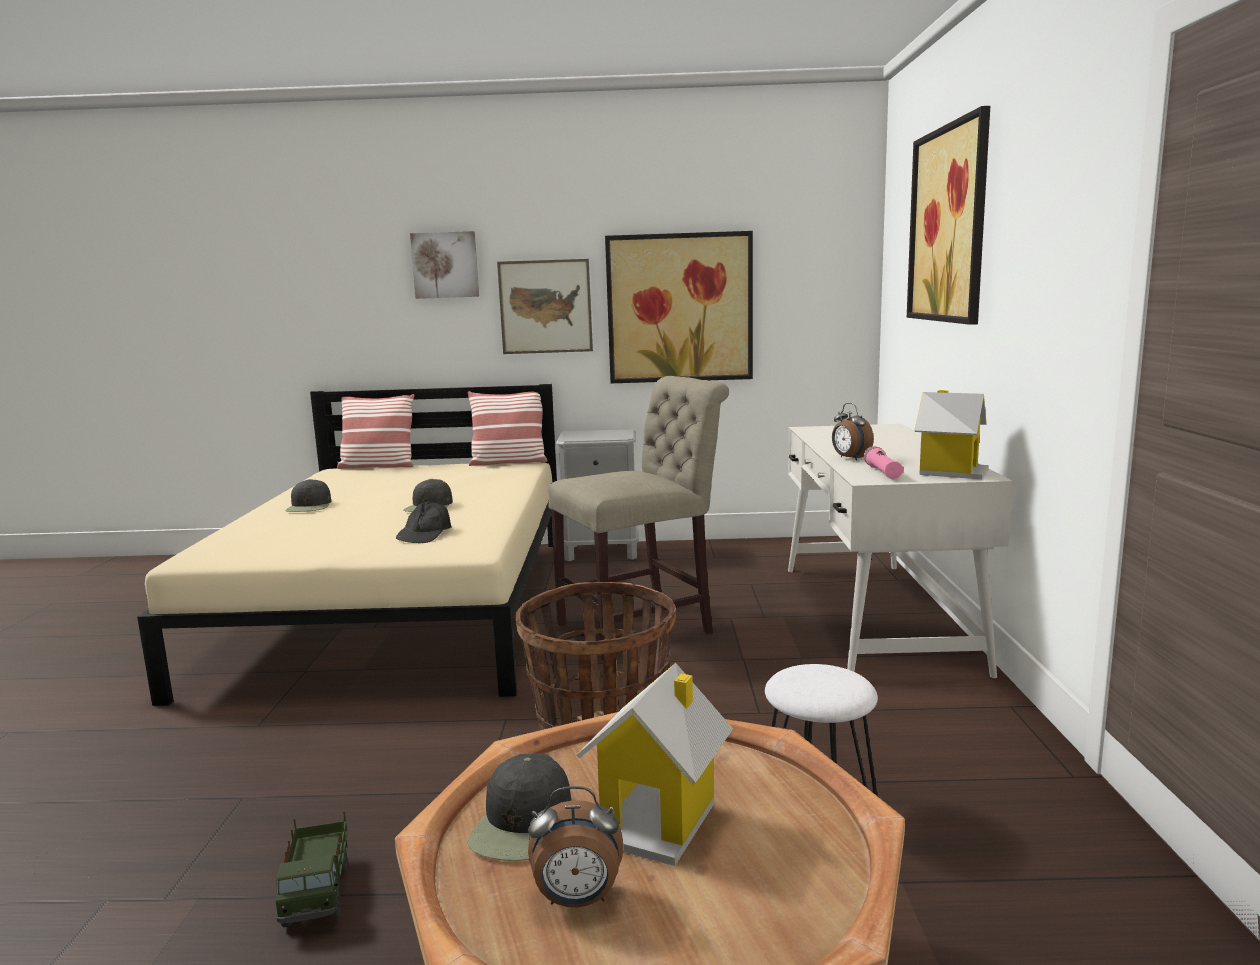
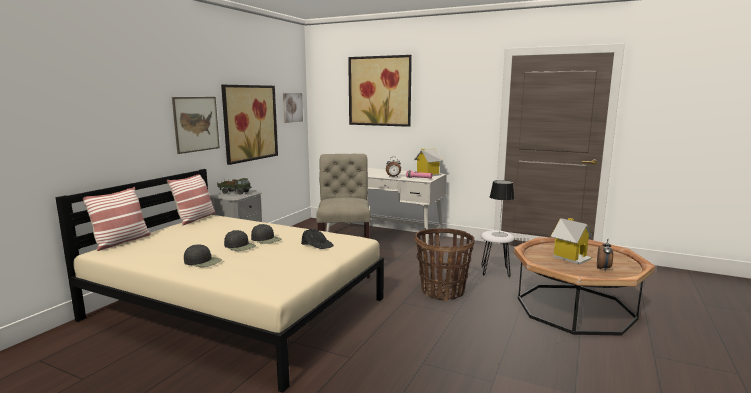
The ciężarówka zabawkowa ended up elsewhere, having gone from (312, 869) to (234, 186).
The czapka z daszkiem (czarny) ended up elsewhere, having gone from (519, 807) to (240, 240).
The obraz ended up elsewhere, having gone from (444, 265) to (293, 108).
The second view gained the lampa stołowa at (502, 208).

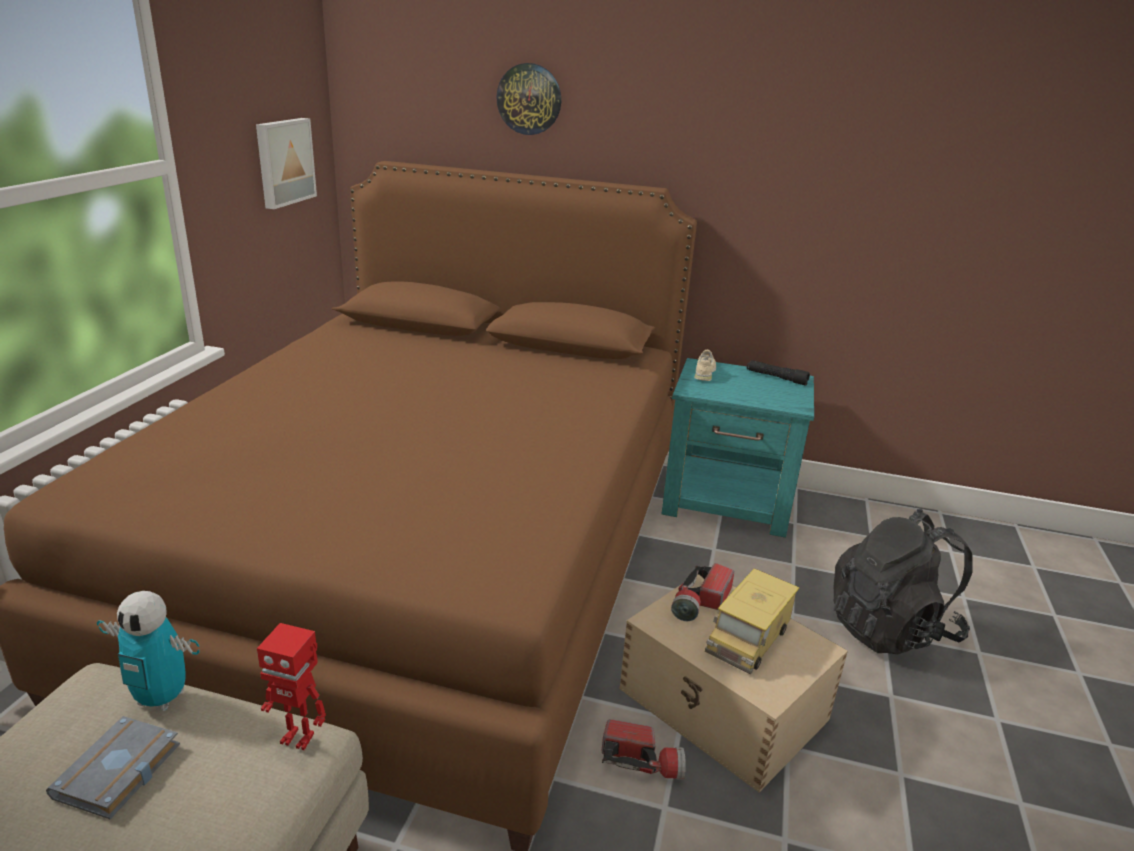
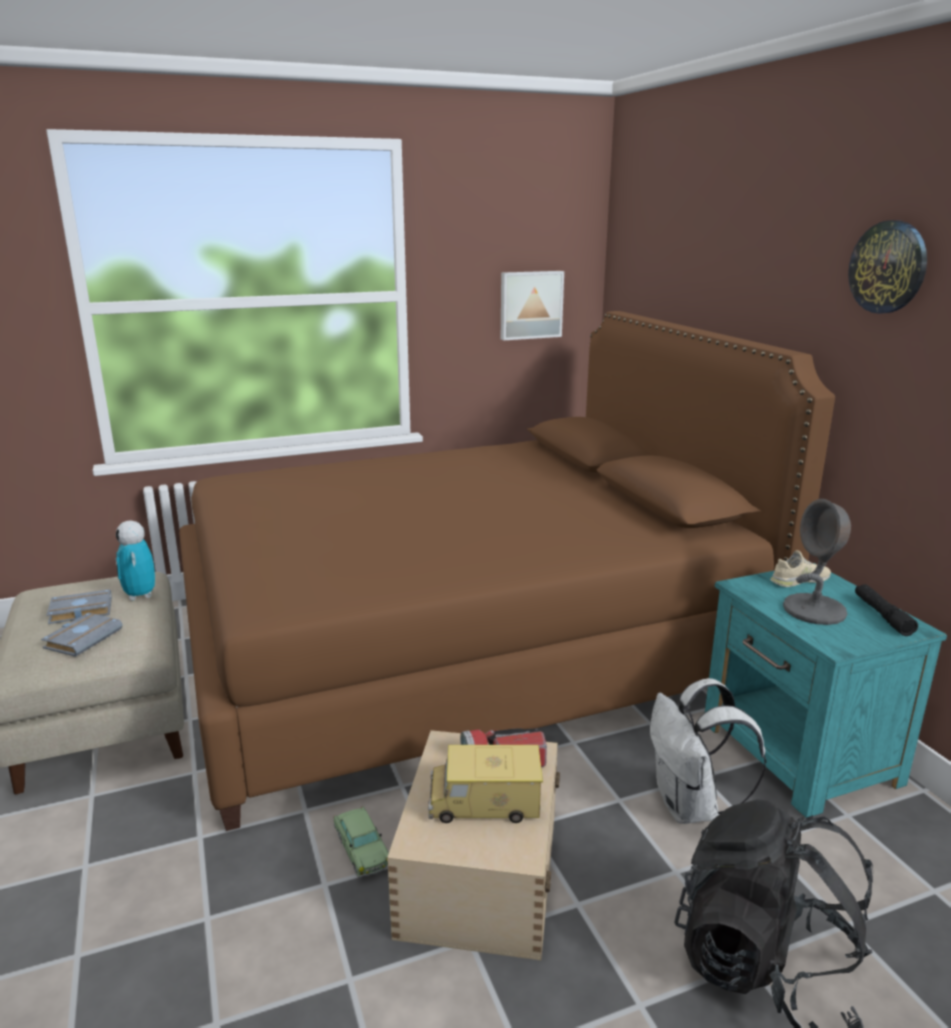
The second view gained the książka (szary) at (82, 634).
Where the latarka stood at (644, 749), the samochodzik came to stand at (361, 842).
The second view gained the plecak (biały) at (708, 751).
The second view gained the lampa stołowa (szary) at (817, 562).
The zegar ścienny ended up elsewhere, having gone from (528, 99) to (887, 267).
The second view lost the robot zabawkowy at (291, 686).

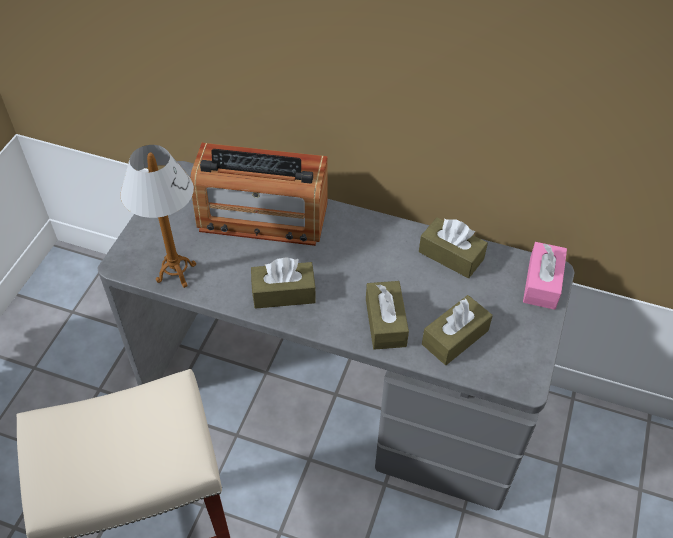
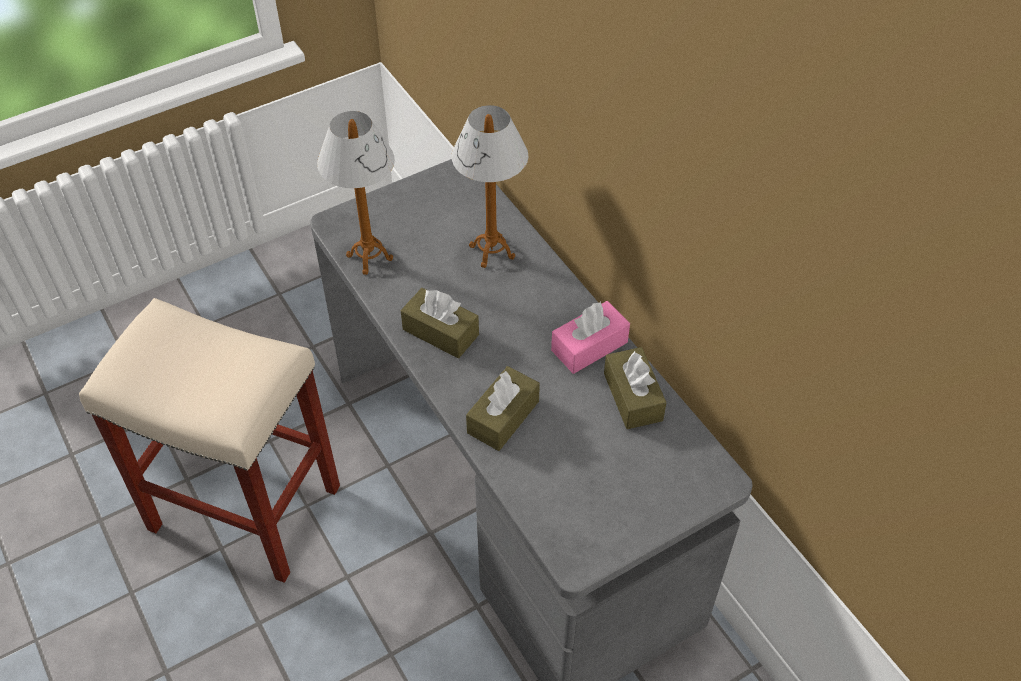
Where the radio stood at (259, 194), the lampa stołowa came to stand at (490, 186).
The pudełko chusteczek (różowy) ended up elsewhere, having gone from (545, 276) to (590, 337).
The second view lost the pudełko chusteczek (brązowy) at (457, 330).

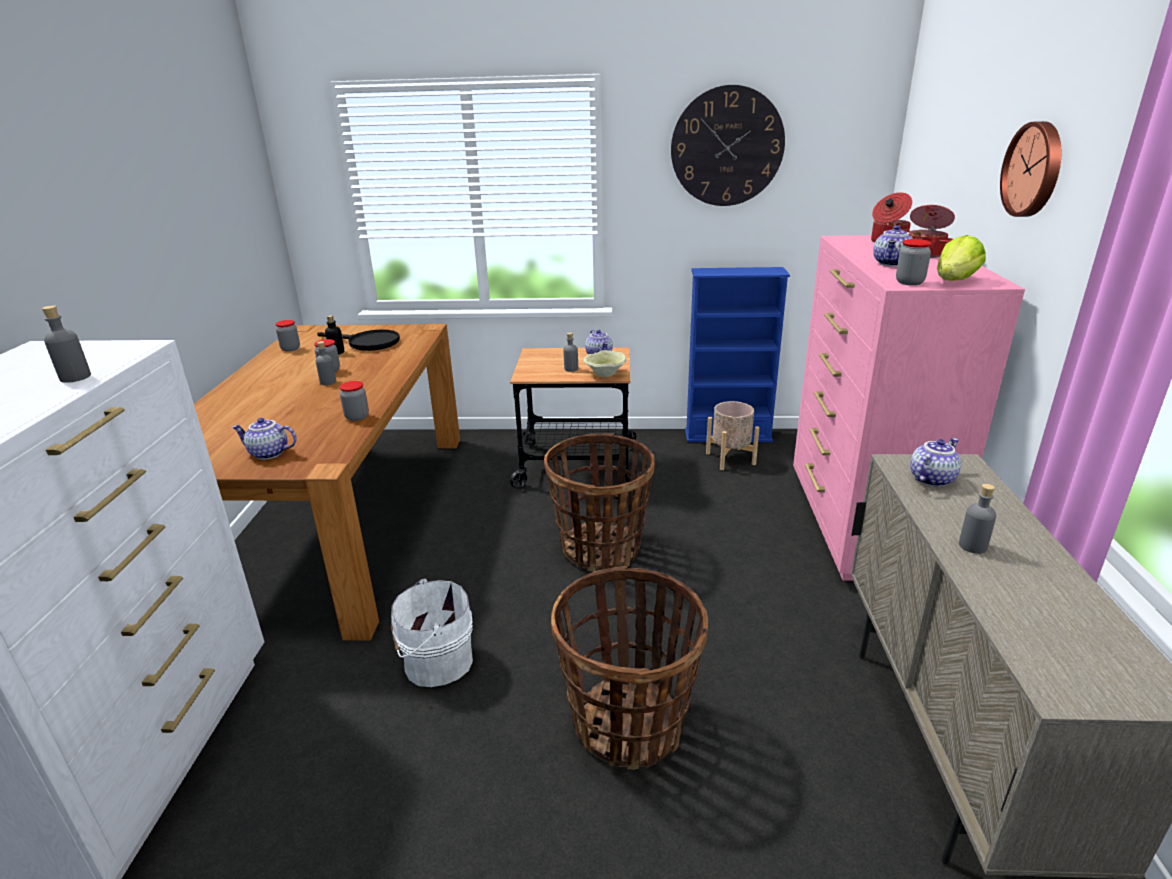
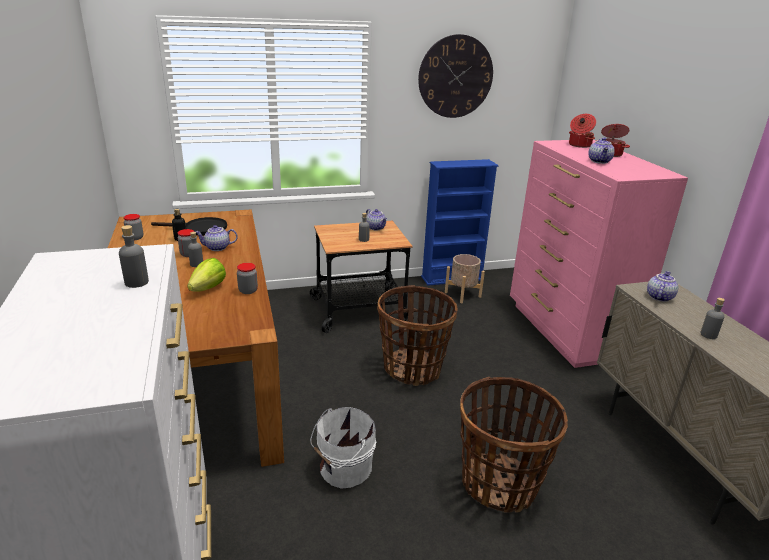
The sałata ended up elsewhere, having gone from (961, 258) to (206, 275).
The imbryk ended up elsewhere, having gone from (264, 439) to (217, 238).
The second view lost the miska (beżowy) at (604, 363).
The second view lost the słoik at (914, 262).
The second view lost the zegar ścienny at (1030, 169).

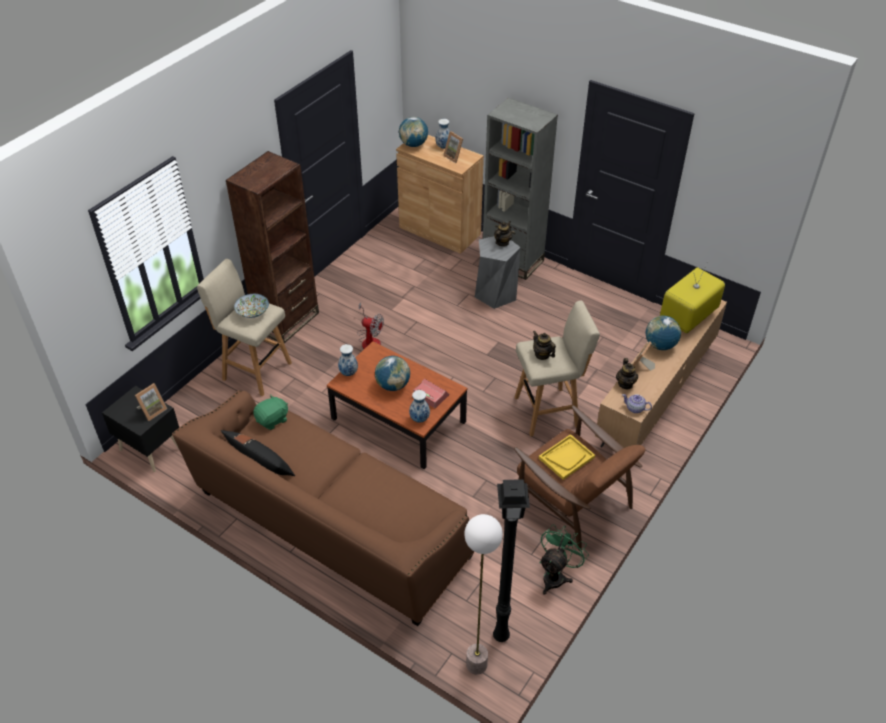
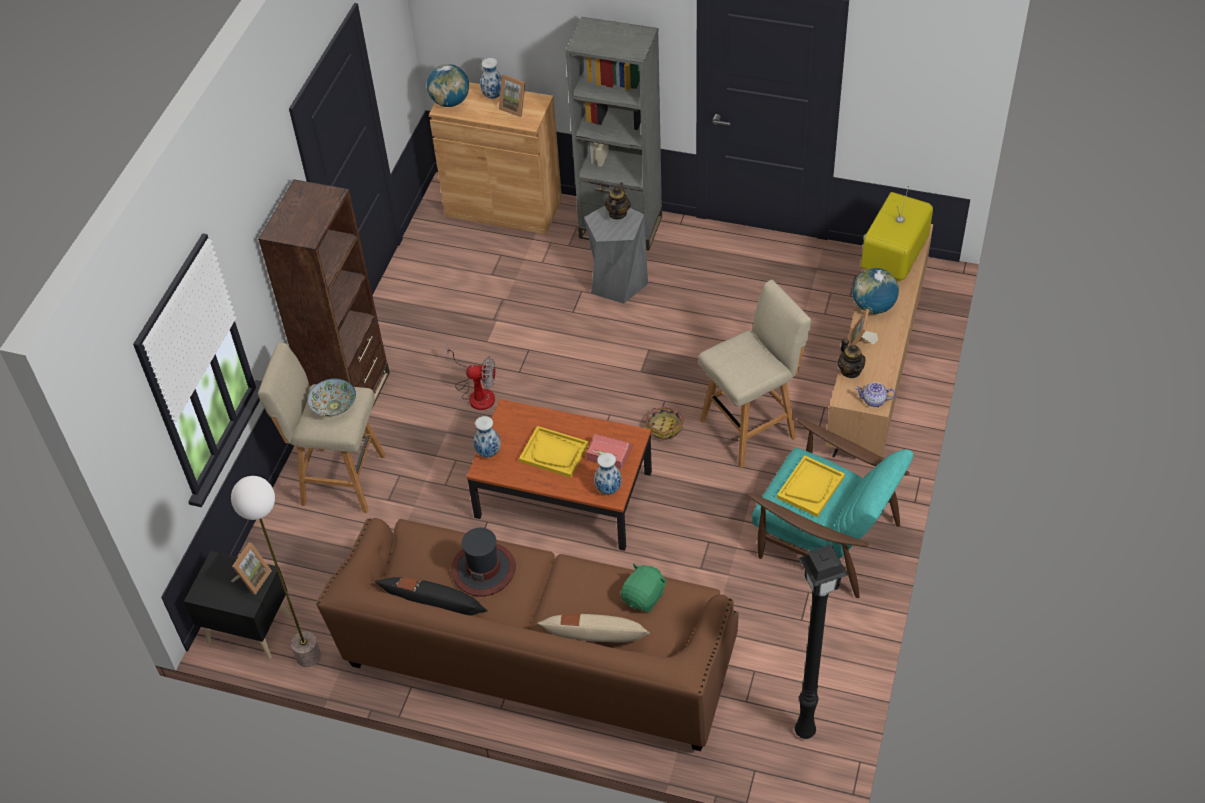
The lampa stojąca ended up elsewhere, having gone from (483, 594) to (276, 571).
The second view gained the kapelusz at (483, 562).
Where the globus stood at (392, 373), the taca (żółty) came to stand at (554, 452).
The second view gained the poduszka (beżowy) at (593, 628).
The pluszak (zielony) ended up elsewhere, having gone from (270, 412) to (644, 587).
The second view gained the koszyk at (665, 423).
What was the fotel (brązowy) at (580, 478) turned into the fotel (turkusowy) at (830, 508).
The second view lost the imbryk at (544, 345).
The second view lost the wentylator (zielony) at (564, 559).

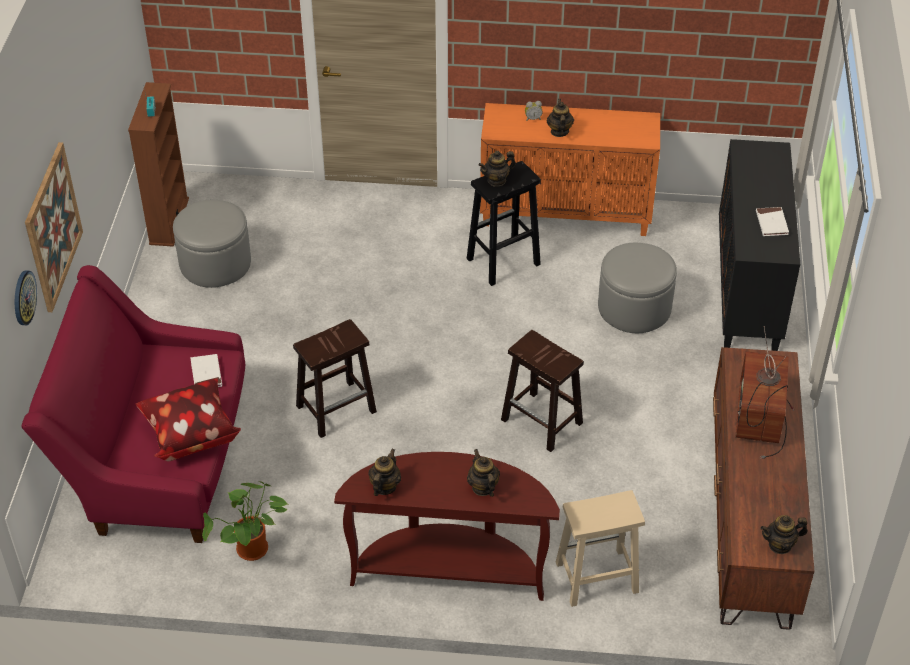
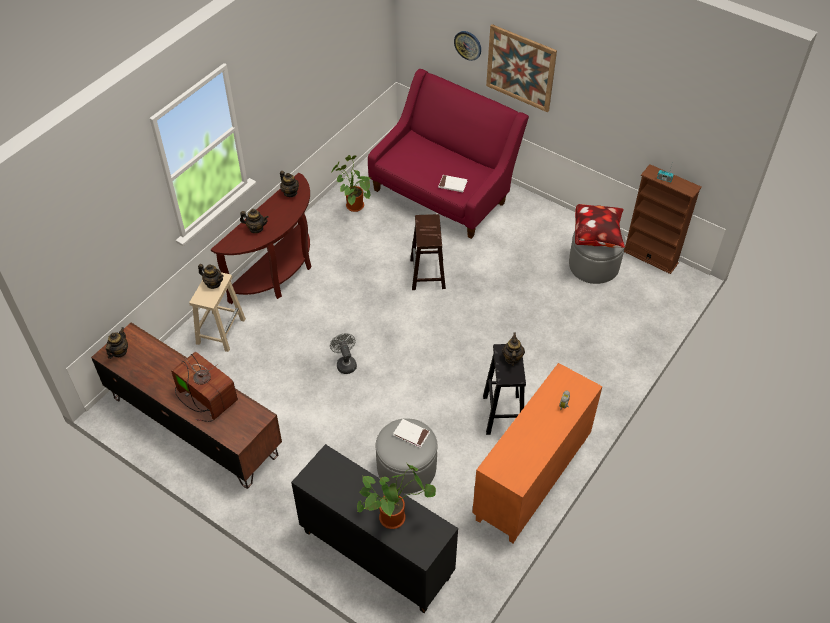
The imbryk ended up elsewhere, having gone from (560, 118) to (211, 276).
Where the stołek (brązowy) stood at (542, 391), the wentylator (szary) came to stand at (343, 353).
The second view gained the roślina doniczkowa at (396, 496).
The książka (biały) ended up elsewhere, having gone from (772, 221) to (411, 433).
The poduszka ended up elsewhere, having gone from (188, 420) to (600, 226).

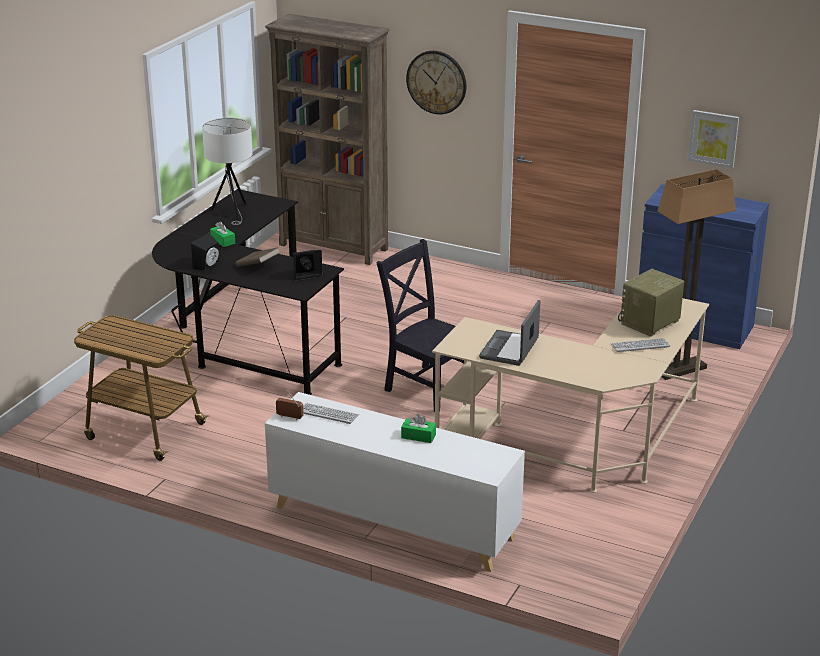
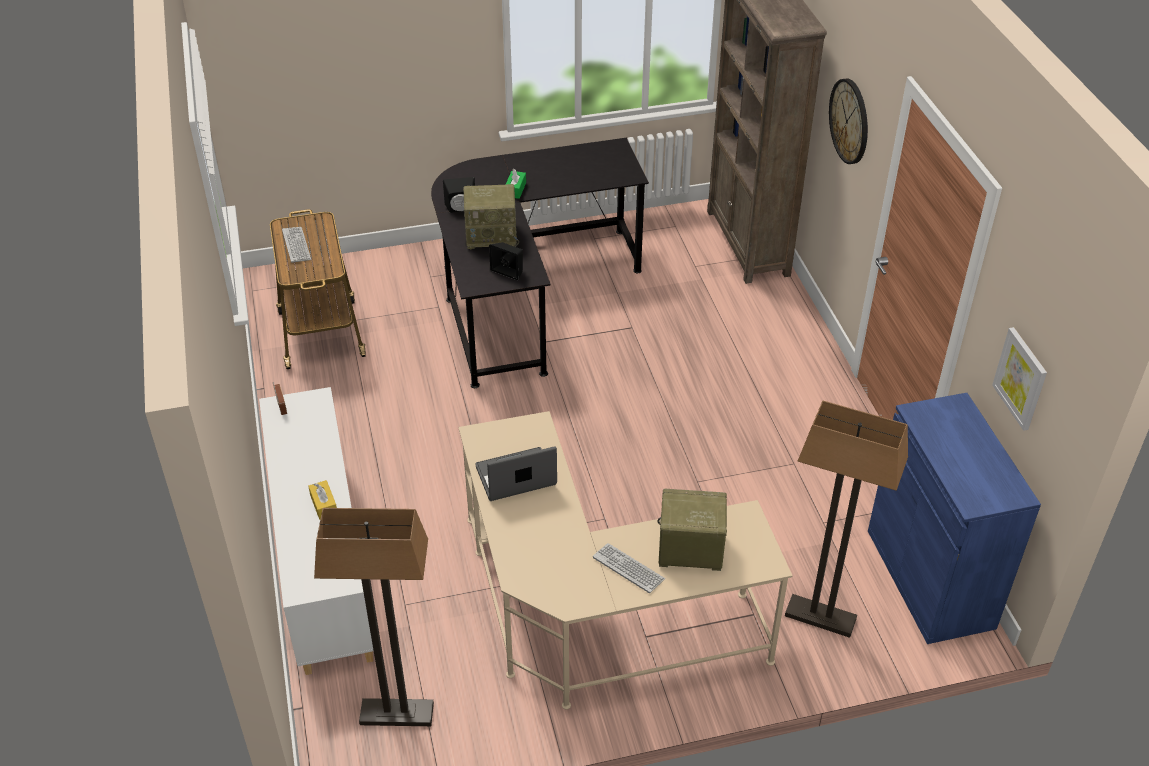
The klawiatura ended up elsewhere, having gone from (331, 413) to (296, 245).
What was the pudełko chusteczek (zielony) at (418, 428) turned into the pudełko chusteczek (żółty) at (322, 500).
The second view gained the lampa stojąca at (374, 617).
Where the książka (brązowy) stood at (258, 257), the radio came to stand at (491, 216).
The second view lost the lampa stołowa (biały) at (227, 171).
The second view lost the krzesło (czarny) at (420, 325).

